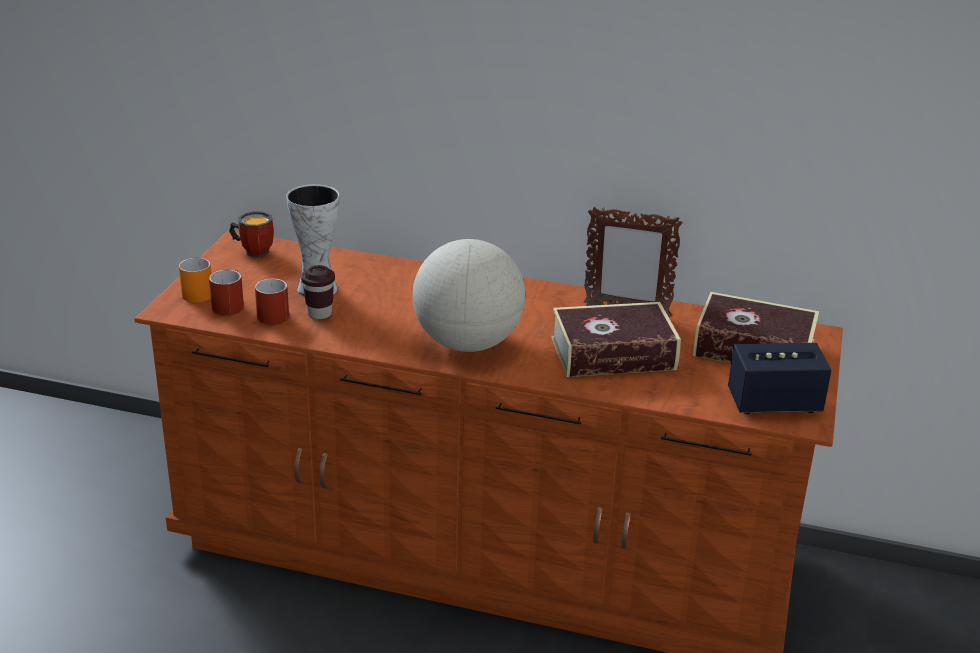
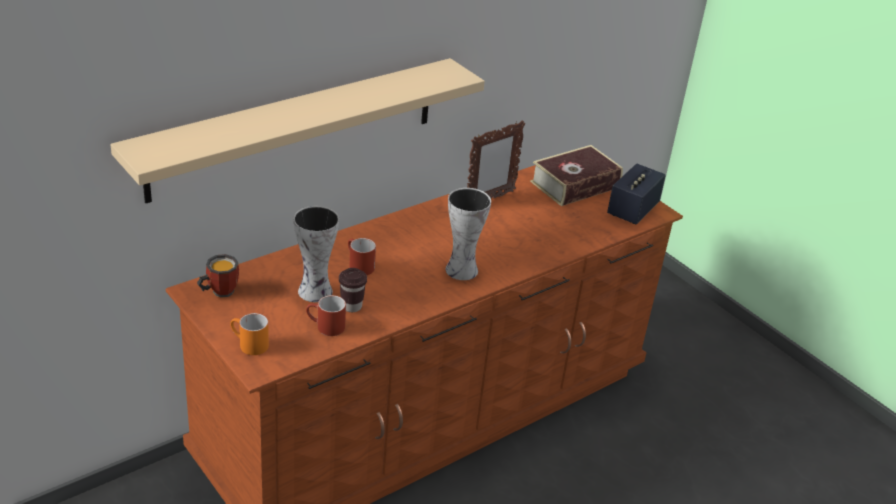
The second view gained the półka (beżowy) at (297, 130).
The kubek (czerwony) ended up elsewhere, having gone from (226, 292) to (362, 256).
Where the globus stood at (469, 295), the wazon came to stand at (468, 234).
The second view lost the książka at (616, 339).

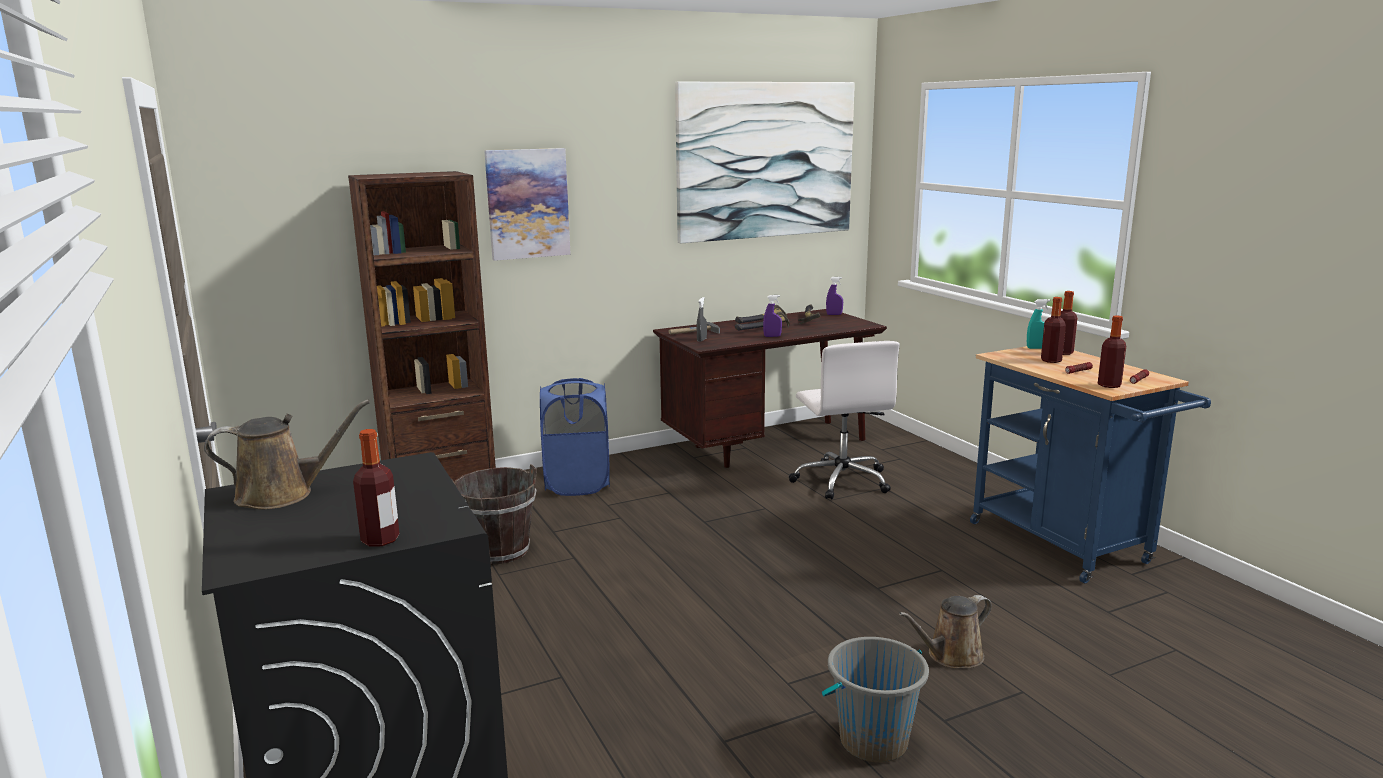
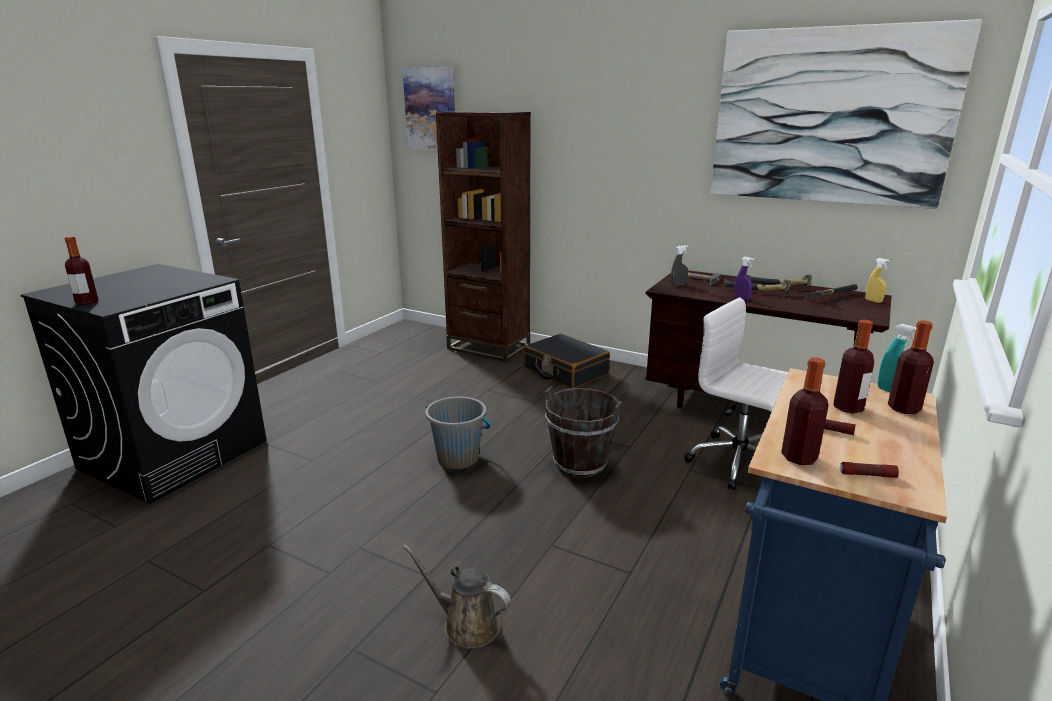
The obraz ended up elsewhere, having gone from (527, 204) to (429, 108).
The wiadro (szary) ended up elsewhere, having gone from (875, 700) to (458, 433).
Where the kosz na pranie (niebieski) stood at (575, 437), the walizka (czarny) came to stand at (567, 361).
The wiadro (brązowy) ended up elsewhere, having gone from (494, 514) to (583, 431).
The krzesło biurowe (biały) at (844, 420) ended up facing another way, 90 degrees clockwise from before.
What was the spryskiwacz (fioletowy) at (834, 296) turned into the spryskiwacz (żółty) at (877, 280).
The second view lost the konewka (brązowy) at (287, 454).

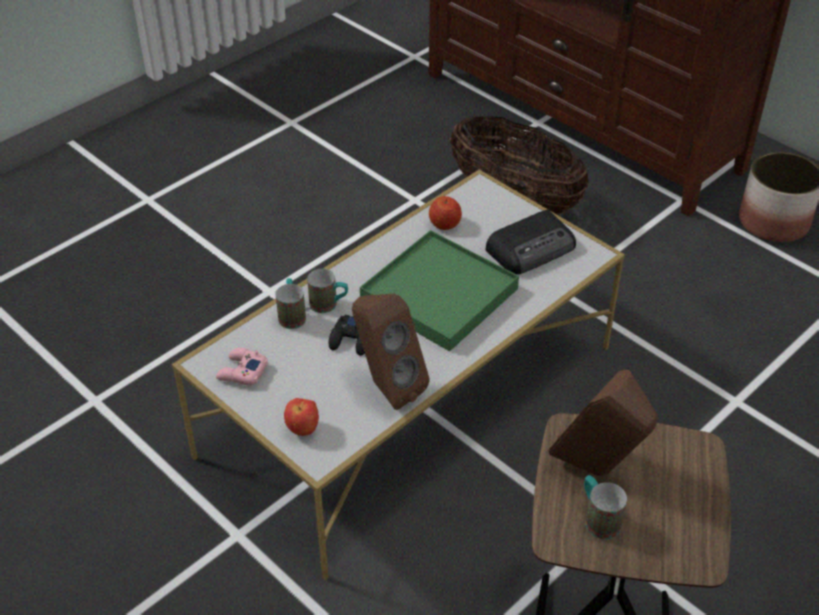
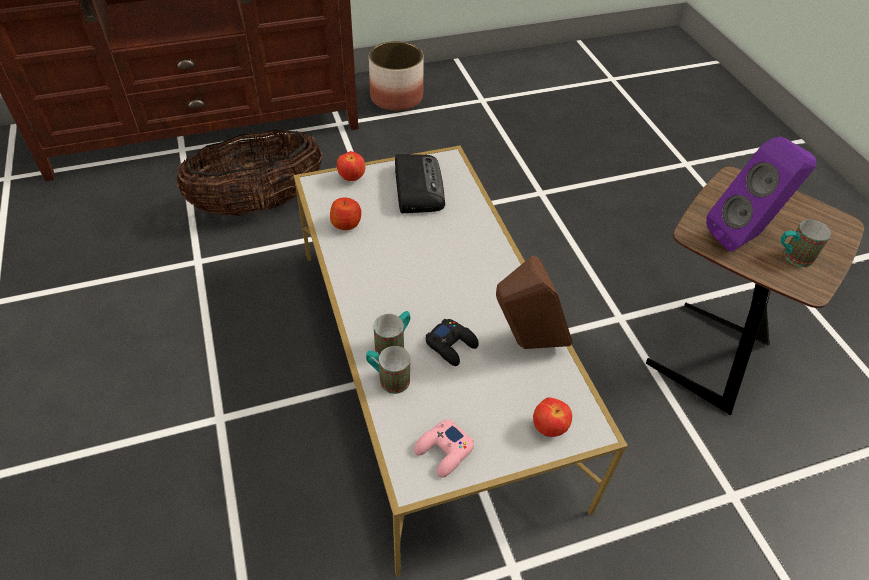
The second view gained the jabłko at (351, 166).
What was the głośnik (brązowy) at (603, 423) turned into the głośnik (fioletowy) at (761, 193).
The second view lost the taca (zielony) at (439, 290).

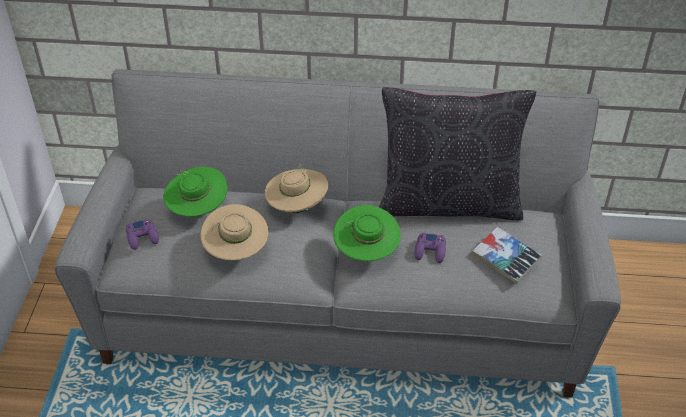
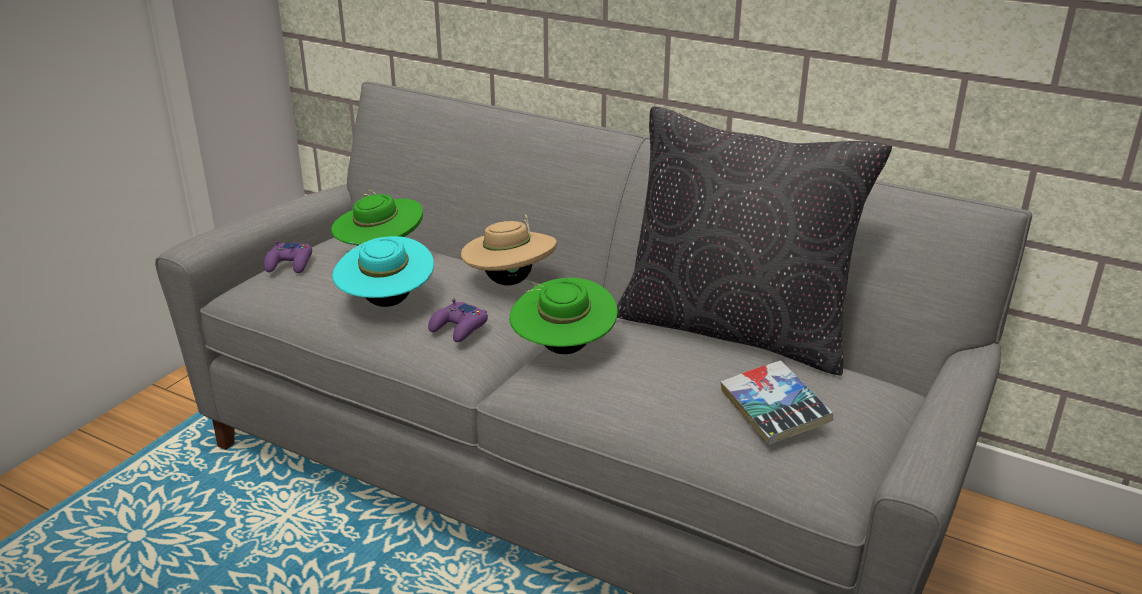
What was the kapelusz (beżowy) at (234, 232) turned into the kapelusz (turkusowy) at (383, 271).
The pad do gier (fioletowy) ended up elsewhere, having gone from (430, 248) to (458, 320).

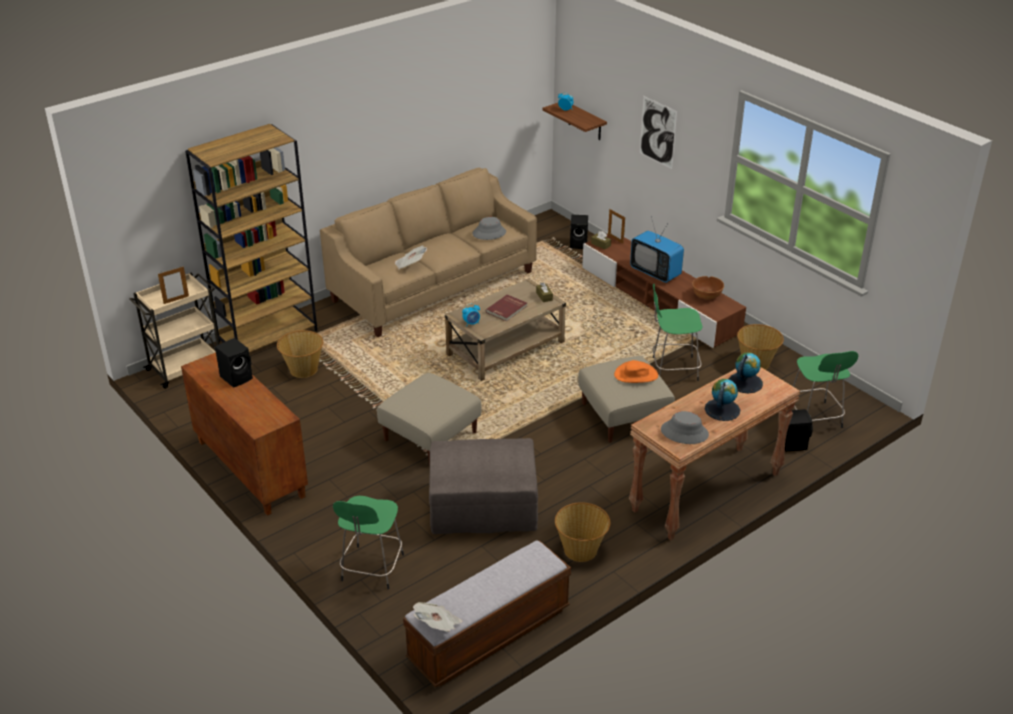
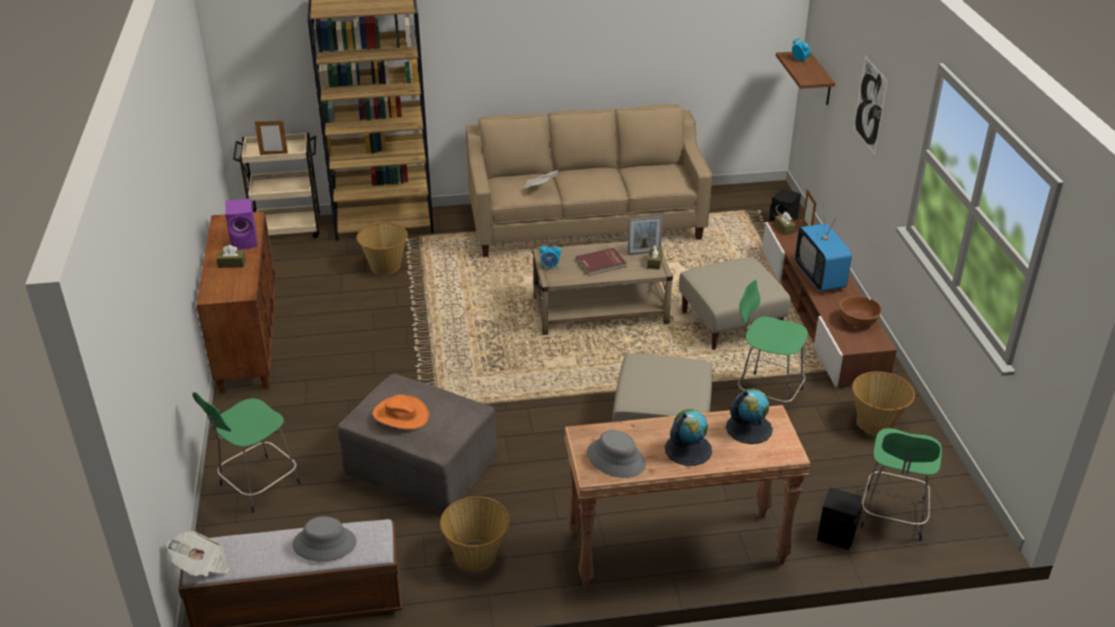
The second view gained the pudełko chusteczek (brązowy) at (231, 256).
What was the głośnik (czarny) at (234, 363) turned into the głośnik (fioletowy) at (241, 224).
The kapelusz (szary) ended up elsewhere, having gone from (489, 228) to (324, 539).
The kapelusz (pomarańczowy) ended up elsewhere, having gone from (636, 371) to (400, 411).
The second view gained the ramka na zdjęcie at (645, 235).
The pufa (beżowy) ended up elsewhere, having gone from (429, 419) to (735, 303).

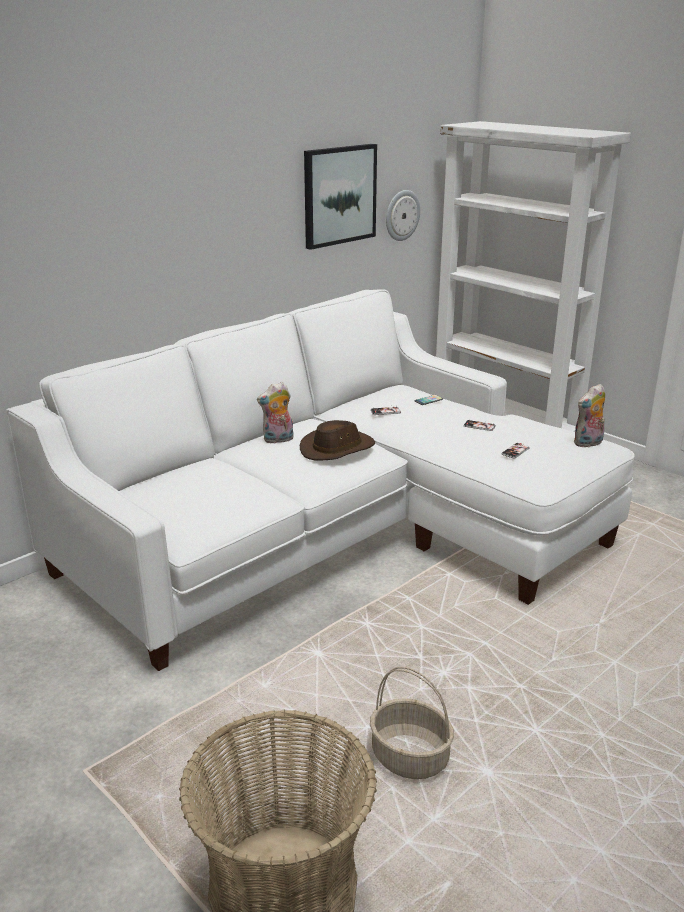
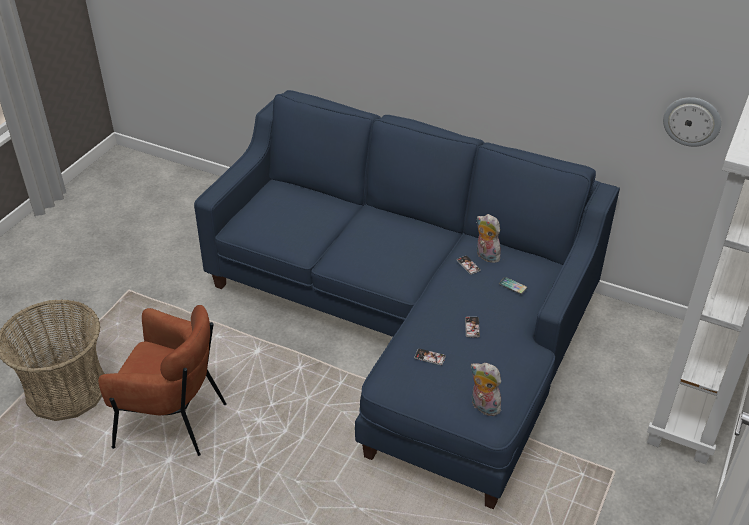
Where the koszyk stood at (412, 723), the fotel (brązowy) came to stand at (162, 380).
What was the kanapa (biały) at (320, 480) turned into the kanapa (niebieski) at (407, 299).
The pluszak ended up elsewhere, having gone from (275, 413) to (489, 238).
The second view lost the kapelusz (brązowy) at (337, 440).
The second view lost the obraz at (340, 197).

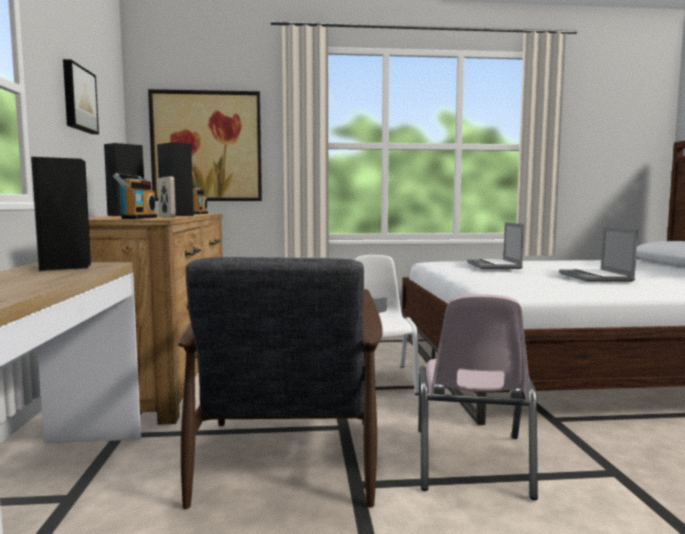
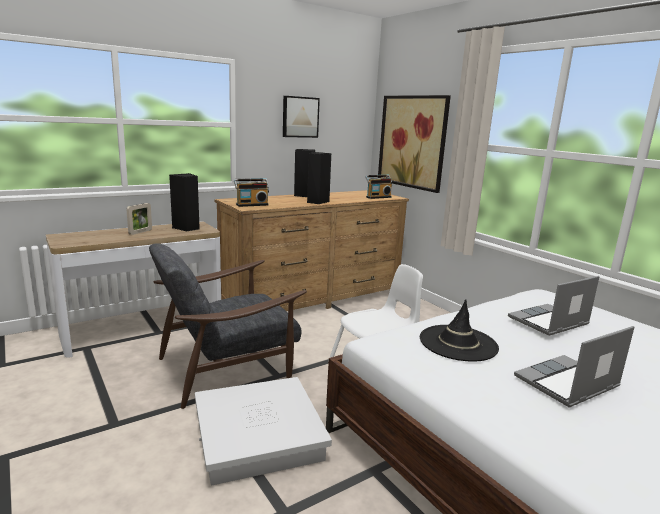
The ramka na zdjęcie ended up elsewhere, having gone from (167, 196) to (139, 219).
Where the krzesło (różowy) stood at (478, 397), the pojemnik do przechowywania (biały) came to stand at (263, 431).
The second view gained the kapelusz (czarny) at (459, 330).

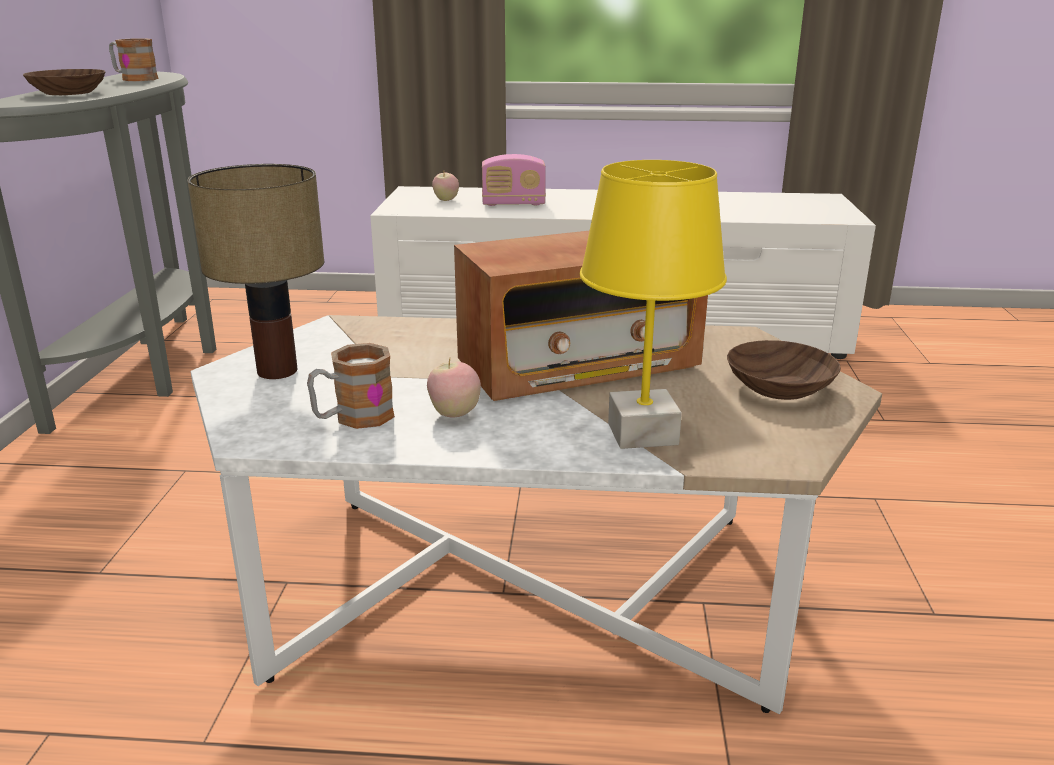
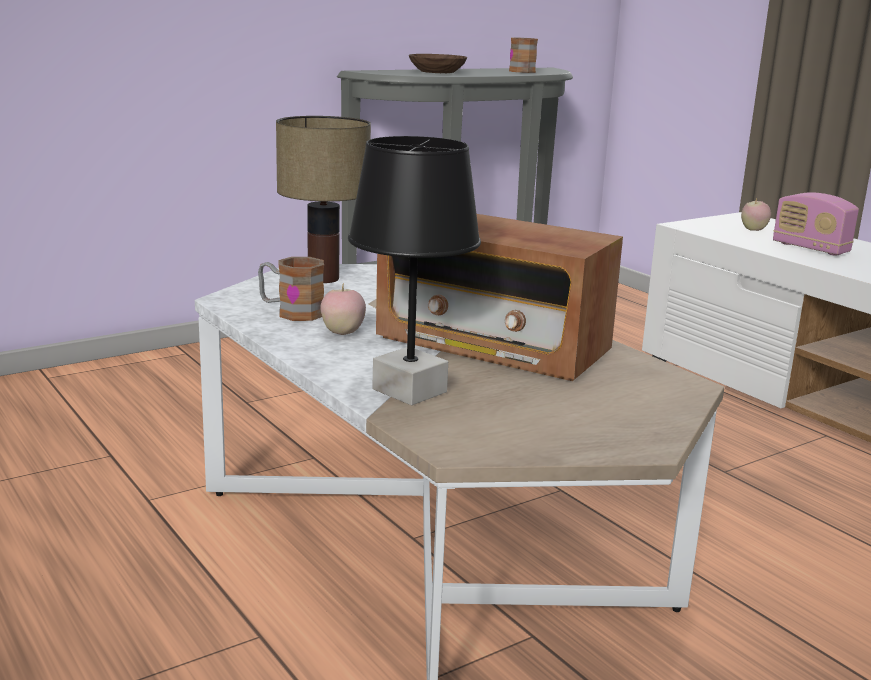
What was the lampa stołowa (żółty) at (653, 304) turned into the lampa stołowa (czarny) at (414, 270).
The second view lost the miska (brązowy) at (784, 370).

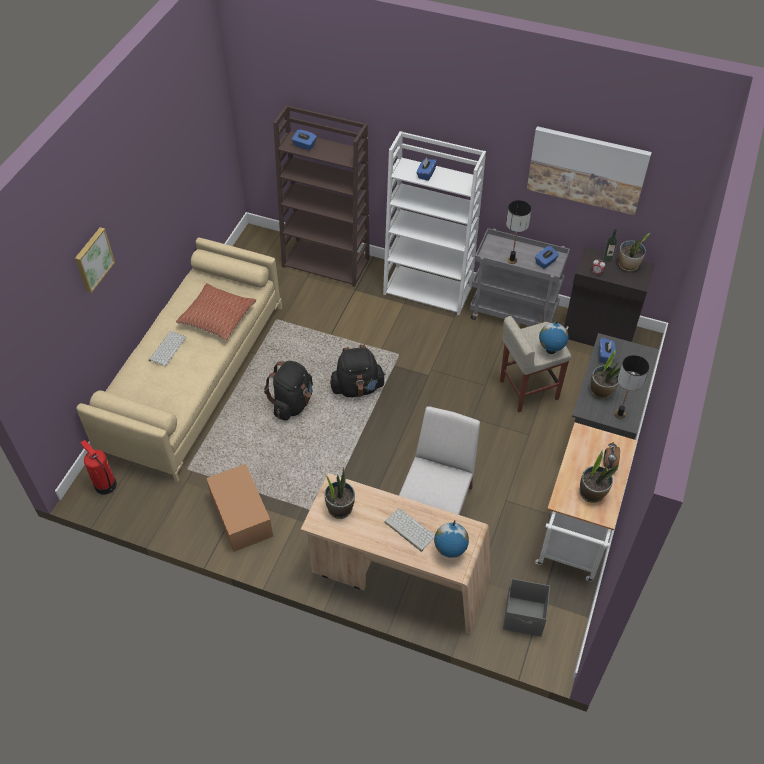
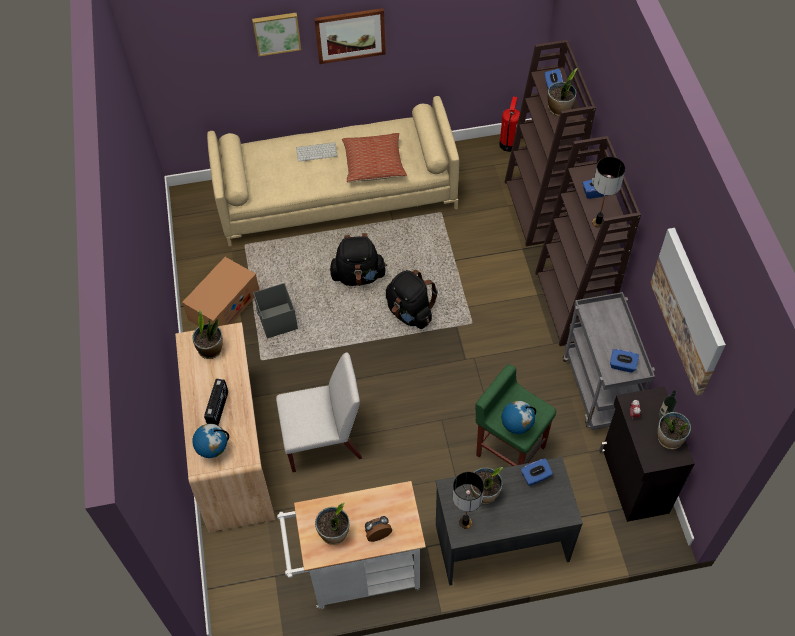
Where the klawiatura stood at (410, 530), the radio came to stand at (216, 402).
The pojemnik do przechowywania (szary) ended up elsewhere, having gone from (526, 608) to (275, 310).
The second view gained the obraz at (350, 36).
What was the stołek (beżowy) at (535, 364) turned into the stołek (zielony) at (515, 415).
The gaśnica ended up elsewhere, having gone from (99, 467) to (509, 124).
What was the regał (biały) at (434, 223) turned into the regał (brązowy) at (588, 241).
The second view gained the roślina doniczkowa at (562, 92).
The lampa stołowa ended up elsewhere, having gone from (518, 232) to (608, 192).

